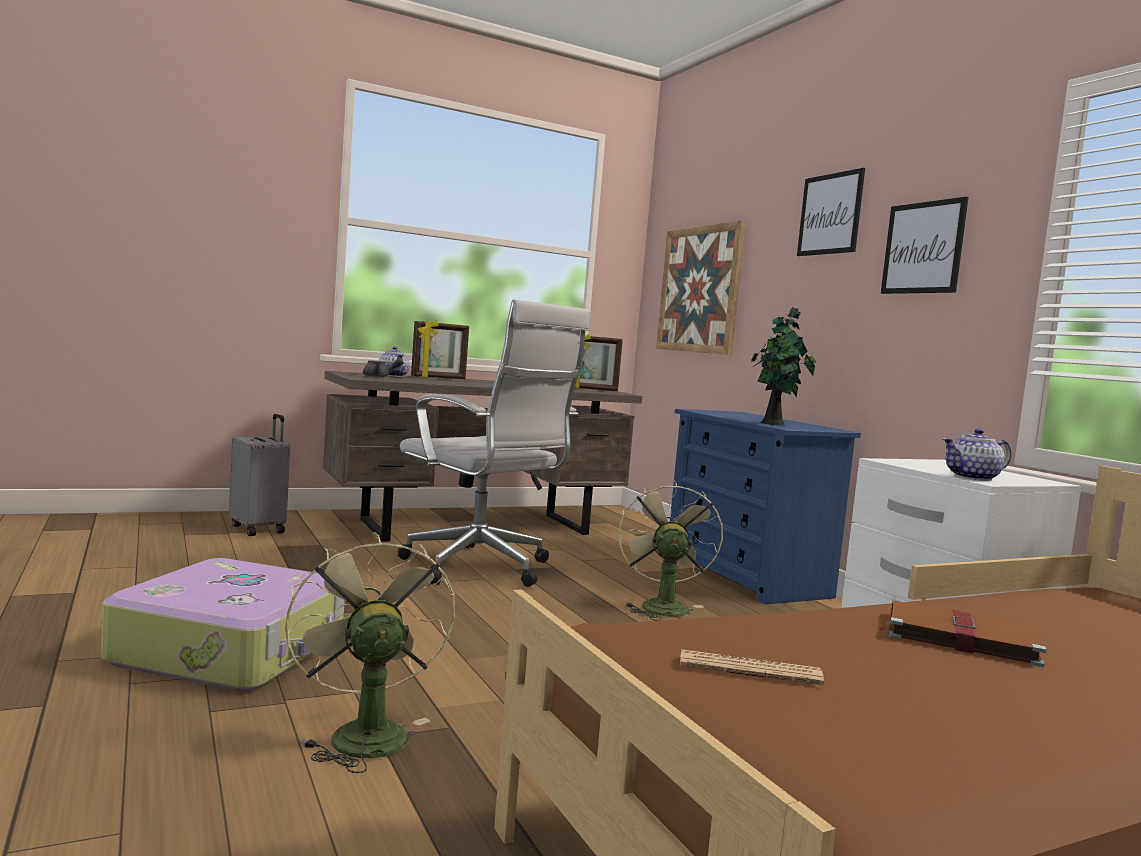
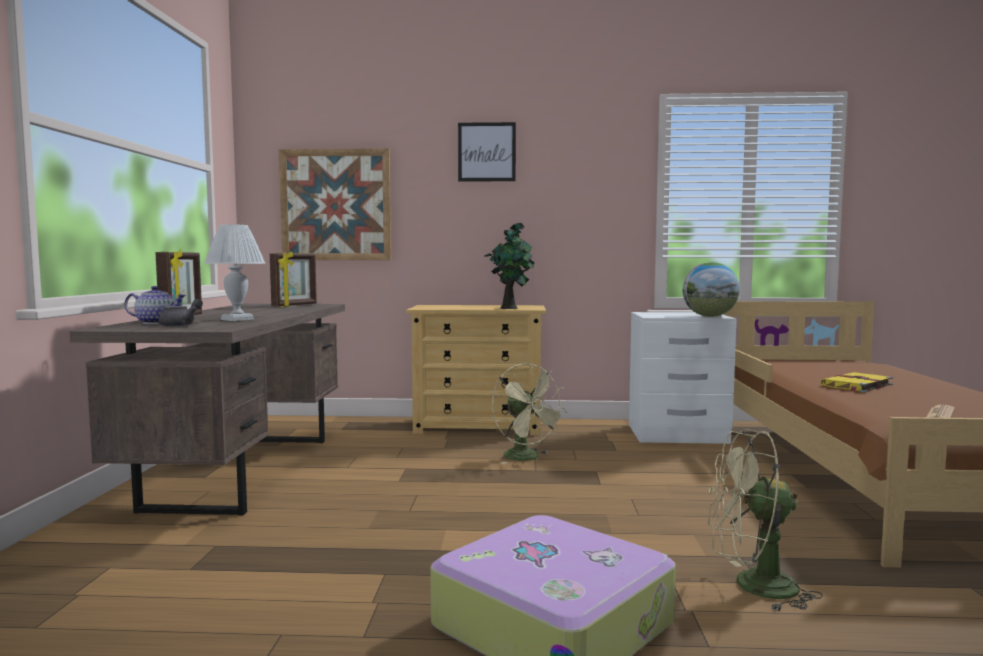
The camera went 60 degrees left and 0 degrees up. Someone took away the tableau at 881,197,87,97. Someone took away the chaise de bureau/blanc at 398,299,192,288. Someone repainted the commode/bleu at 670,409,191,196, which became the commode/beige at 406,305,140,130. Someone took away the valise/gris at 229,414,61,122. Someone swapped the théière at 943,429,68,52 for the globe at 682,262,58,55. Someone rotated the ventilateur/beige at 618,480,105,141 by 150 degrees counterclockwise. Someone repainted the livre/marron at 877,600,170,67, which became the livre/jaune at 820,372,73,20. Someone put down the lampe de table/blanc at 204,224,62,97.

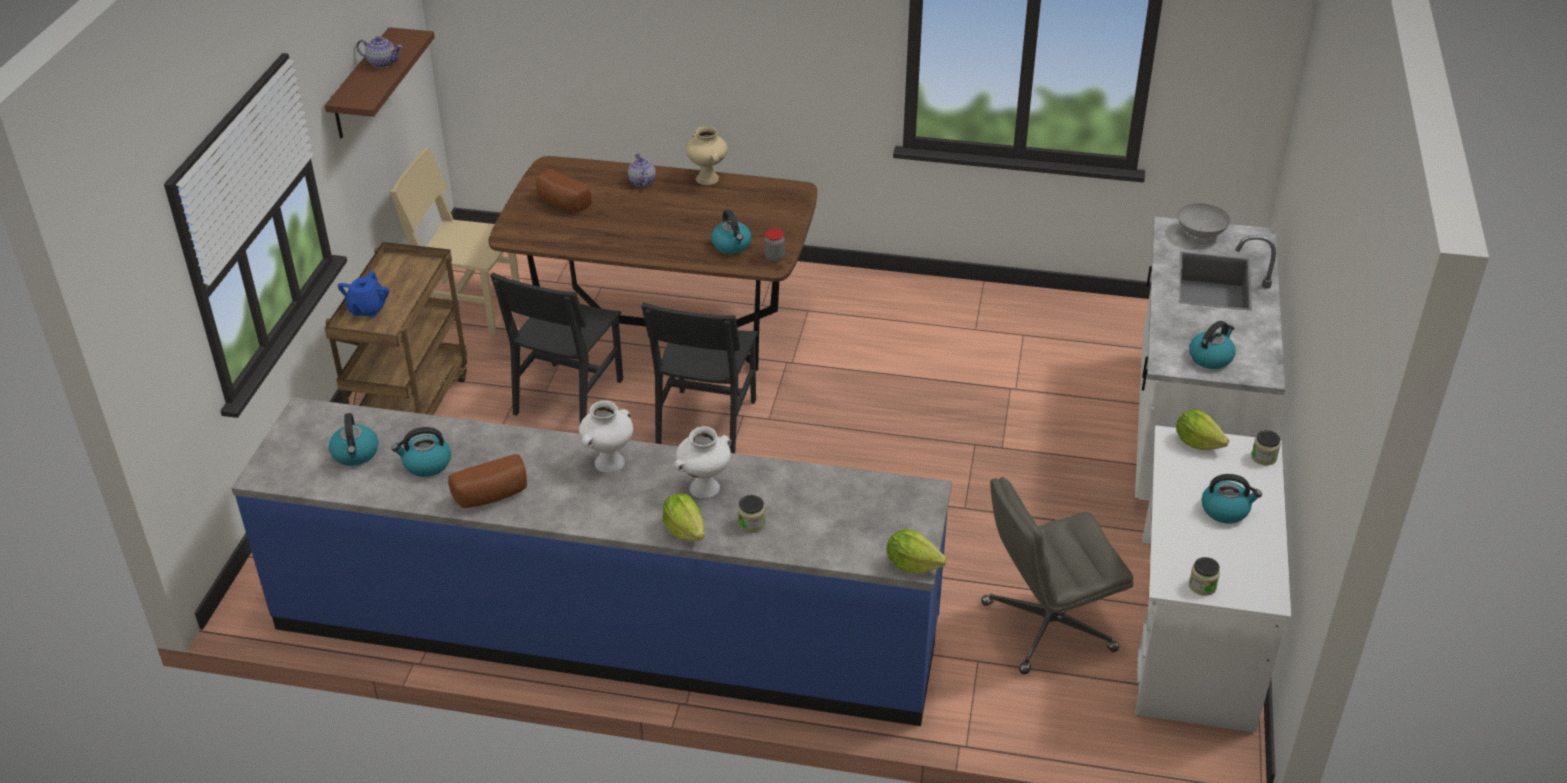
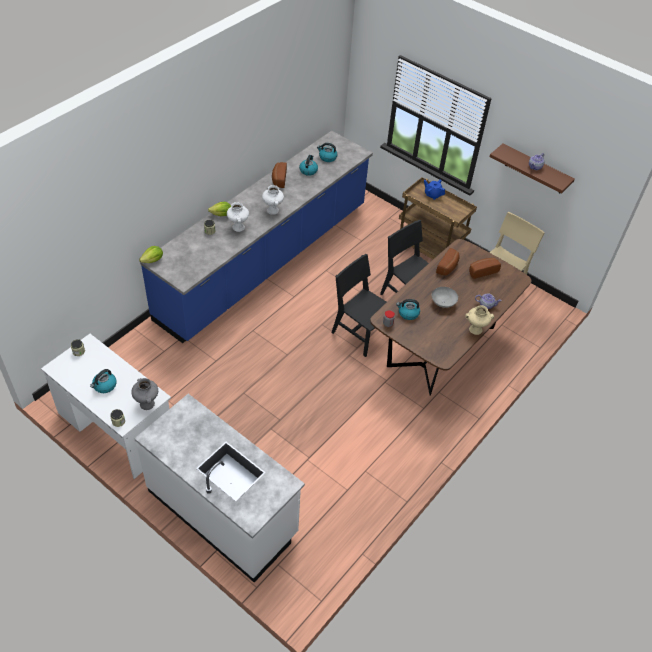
The camera went 115 degrees right and 10 degrees up. Someone carried the bol/gris from 1177,203,53,35 to 432,287,26,21. Someone took away the bouilloire at 1189,321,47,48. Someone swapped the laitue at 1176,409,53,41 for the vase/gris at 131,378,27,32. Someone took away the chaise de bureau/gris at 981,477,152,197. Someone put down the pain at 436,248,24,28.

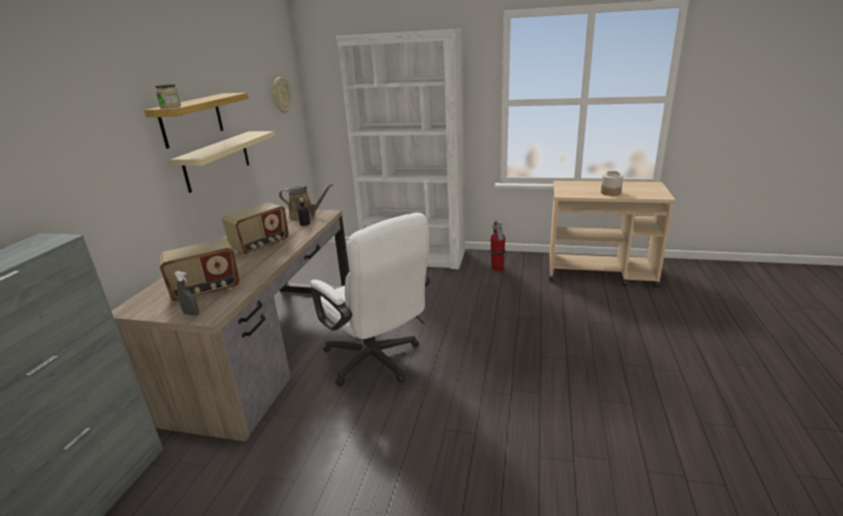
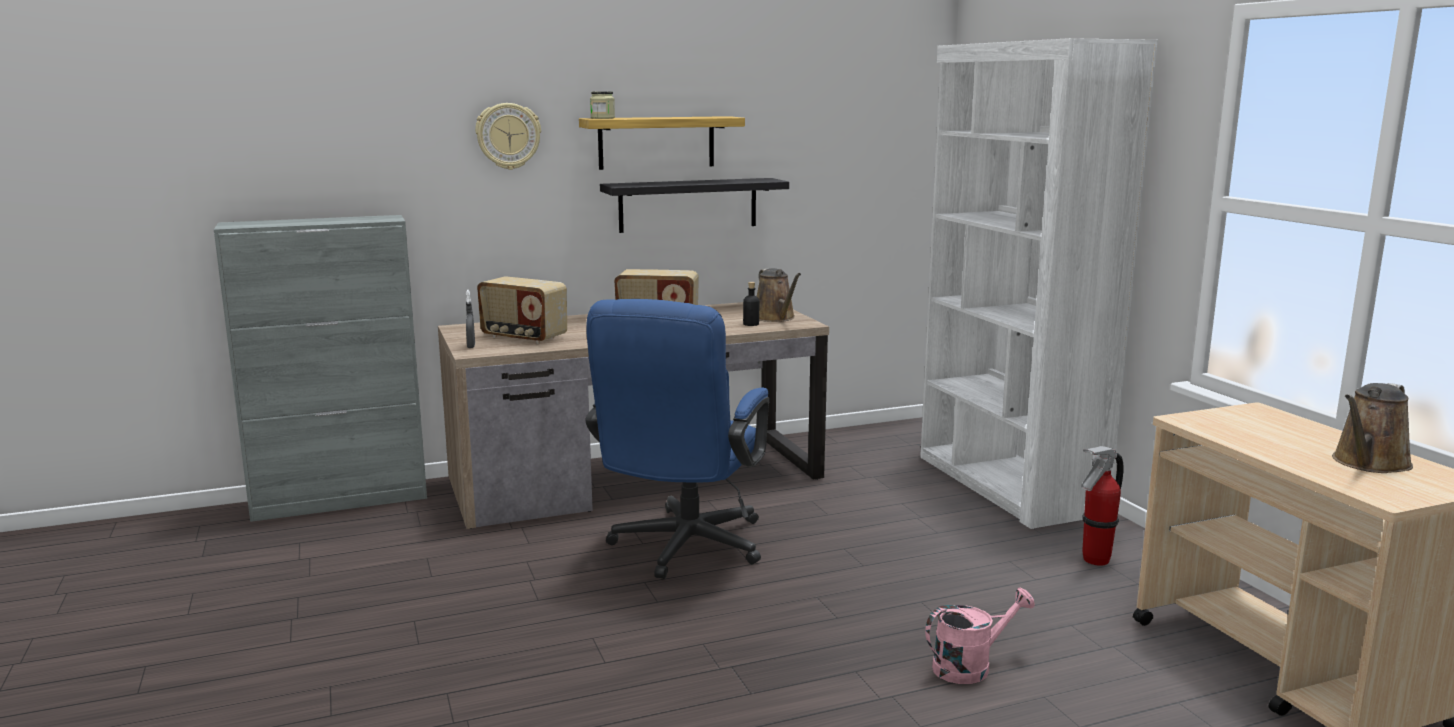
The camera went 55 degrees right and 10 degrees down. Someone carried the horloge murale from 272,77,20,36 to 475,103,66,67. Someone repainted the étagère/beige at 170,131,105,62, which became the étagère/noir at 600,178,189,55. Someone took away the bocal at 601,171,22,25. Someone repainted the chaise de bureau/blanc at 310,212,121,174, which became the chaise de bureau/bleu at 586,299,183,280. Someone put down the arrosoir/marron at 1332,383,81,90. Someone put down the arrosoir/rose at 925,588,110,96.

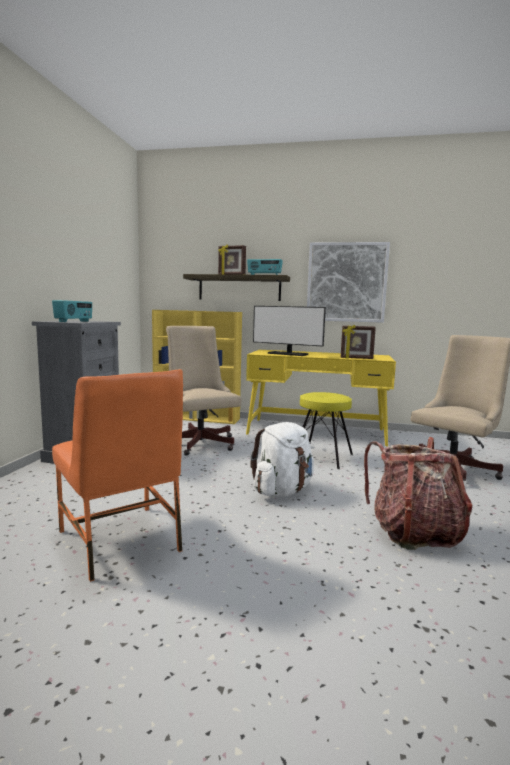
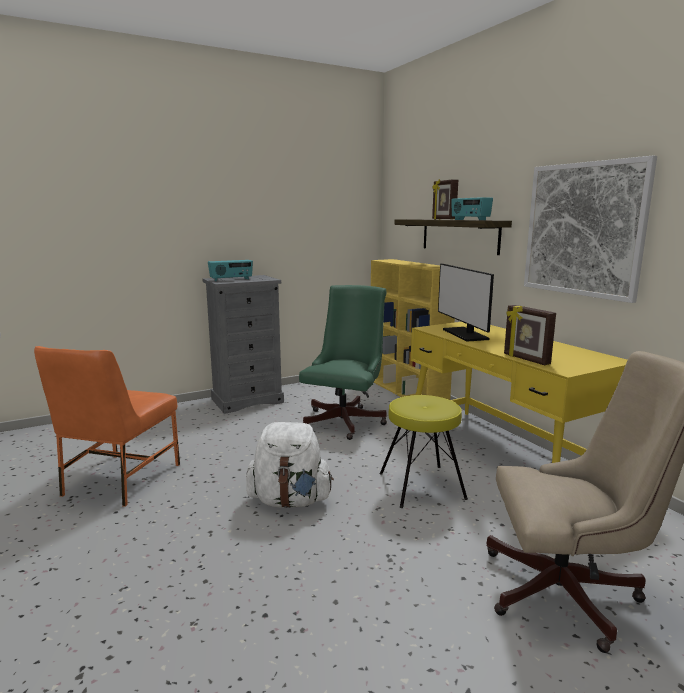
The camera went 50 degrees right and 5 degrees up. Someone repainted the chaise de bureau/beige at 166,326,76,130, which became the chaise de bureau/vert at 299,285,88,155. Someone took away the sac à dos at 364,437,108,113.

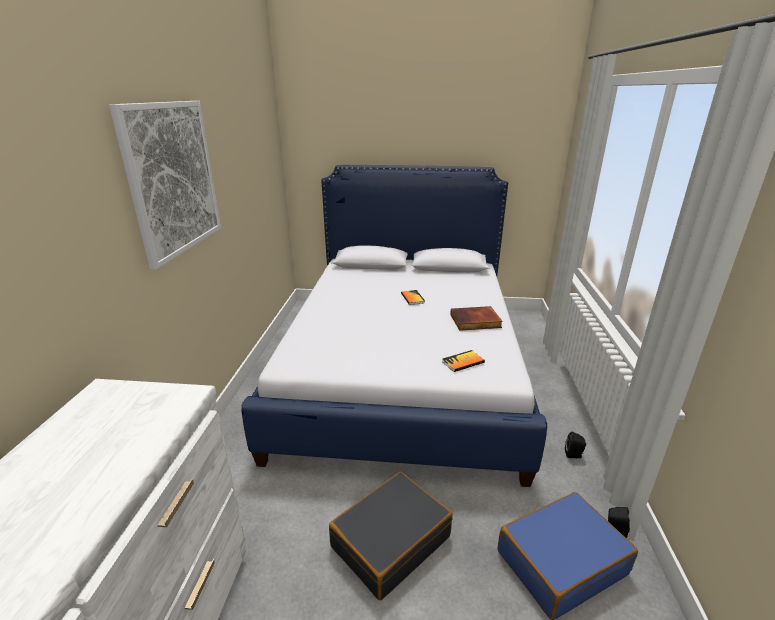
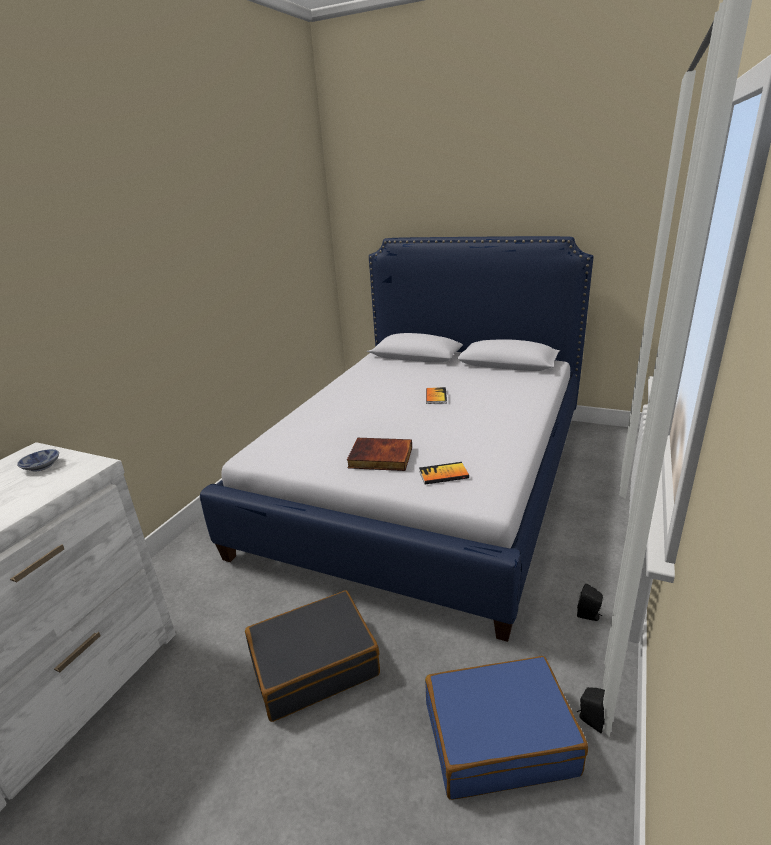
The camera went 20 degrees right and 0 degrees up. Someone took away the tableau at 109,101,112,169. Someone carried the livre from 450,306,53,25 to 347,438,65,33. Someone put down the bol at 17,449,42,22.

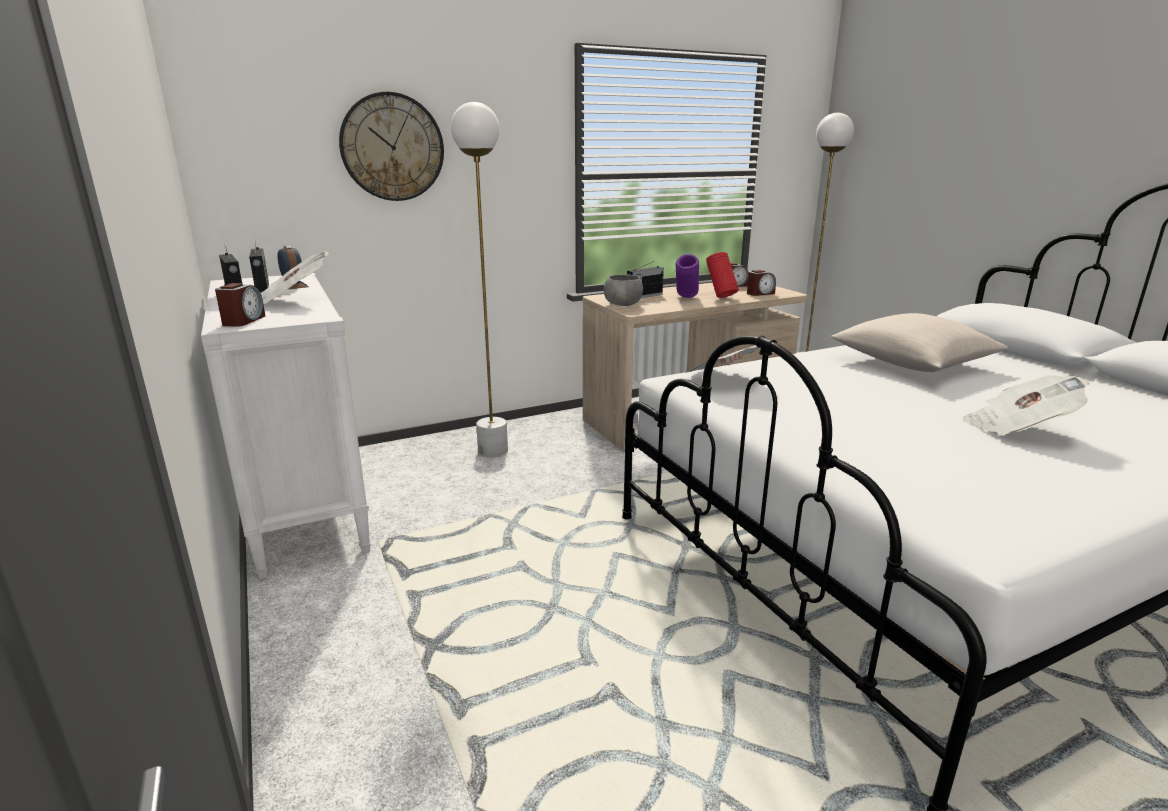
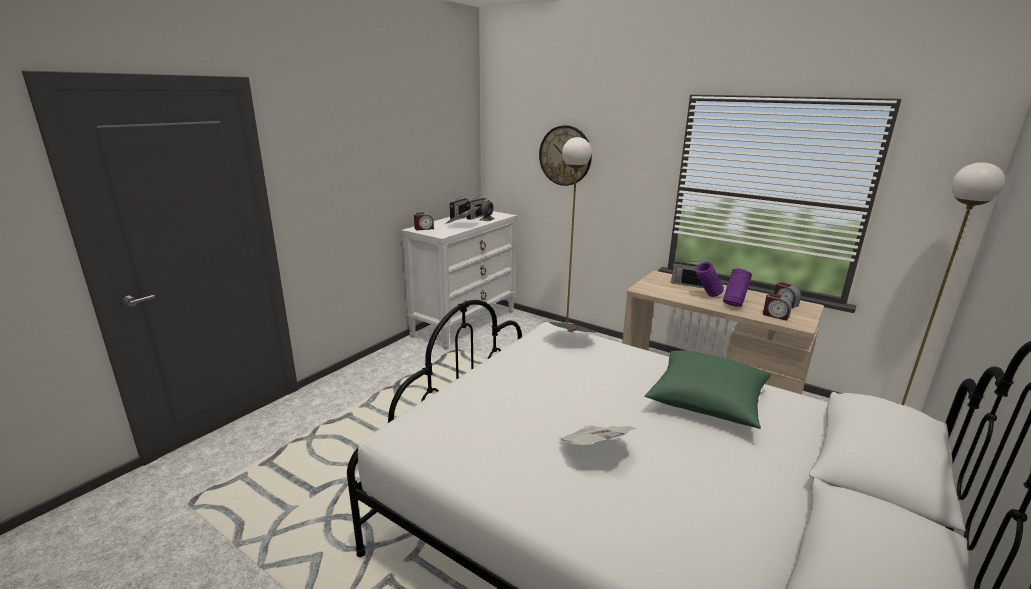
The camera went 60 degrees right and 0 degrees up. Someone repainted the vase/rouge at 706,252,33,46, which became the vase/violet at 723,268,29,39. Someone took away the bol/gris at 604,274,39,32. Someone repainted the coussin/beige at 831,313,178,59, which became the coussin/vert at 645,351,126,78.

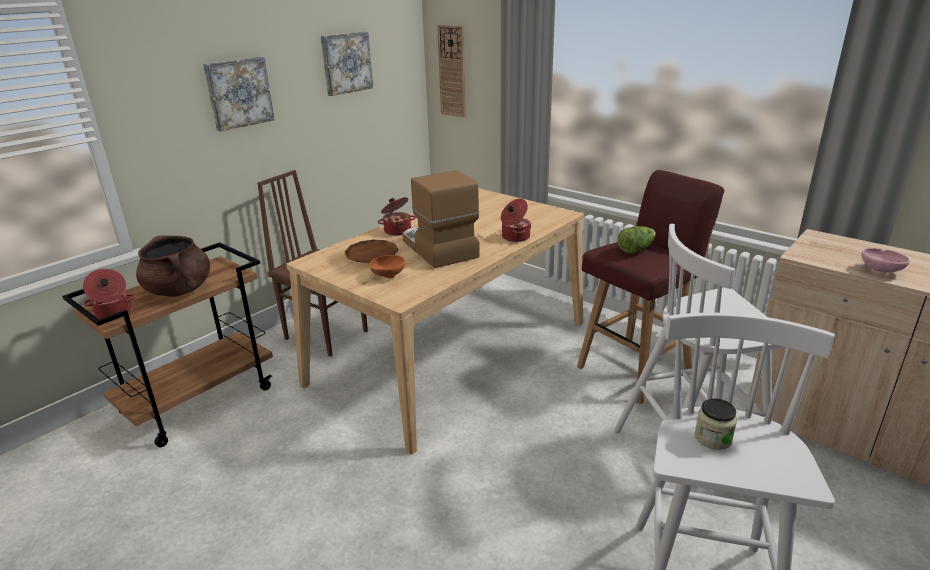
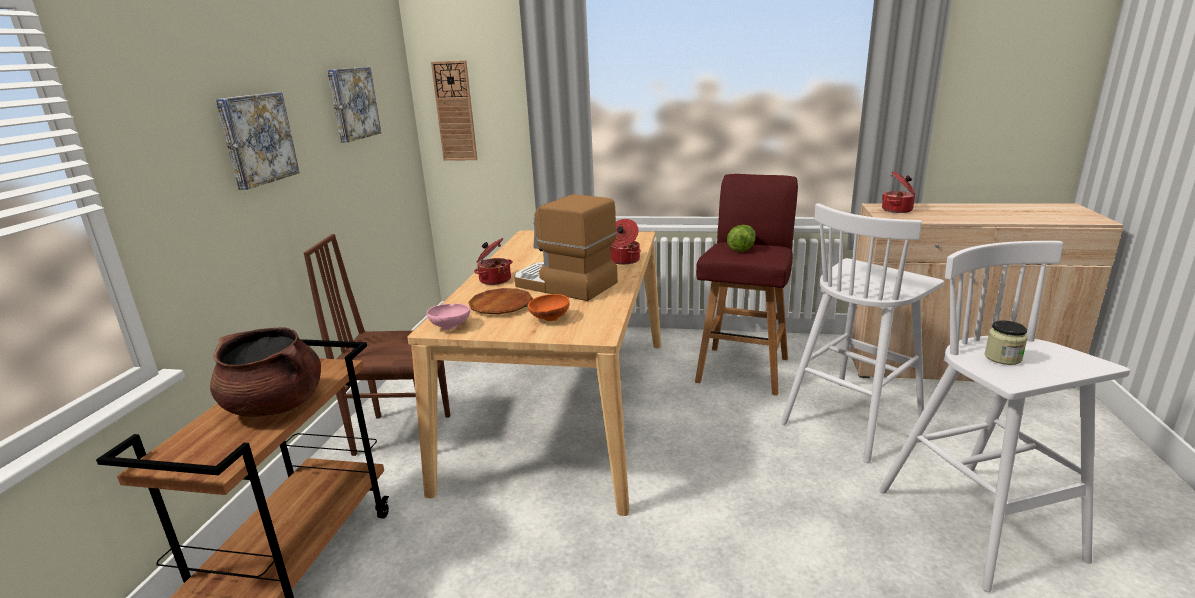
The camera went 30 degrees left and 5 degrees down. Someone carried the bol/rose from 861,248,49,26 to 427,303,43,27. Someone carried the marmite from 83,269,53,50 to 882,171,33,42.

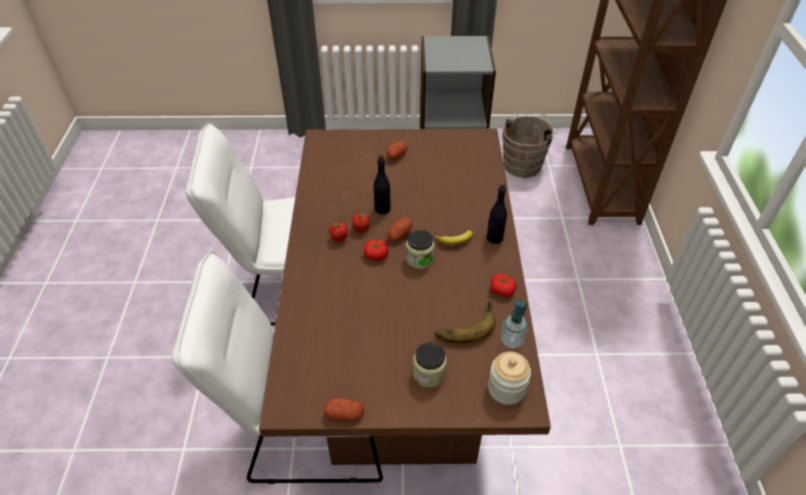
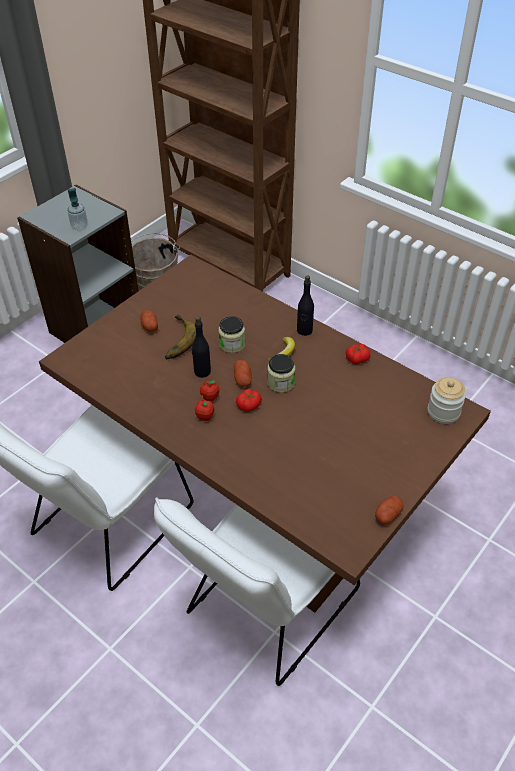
The camera went 50 degrees left and 0 degrees up. Someone carried the distributeur de savon from 501,299,27,50 to 68,188,20,42. Someone carried the banane from 435,301,61,42 to 165,315,31,44. Someone carried the bocal from 413,342,34,45 to 218,316,27,37.

